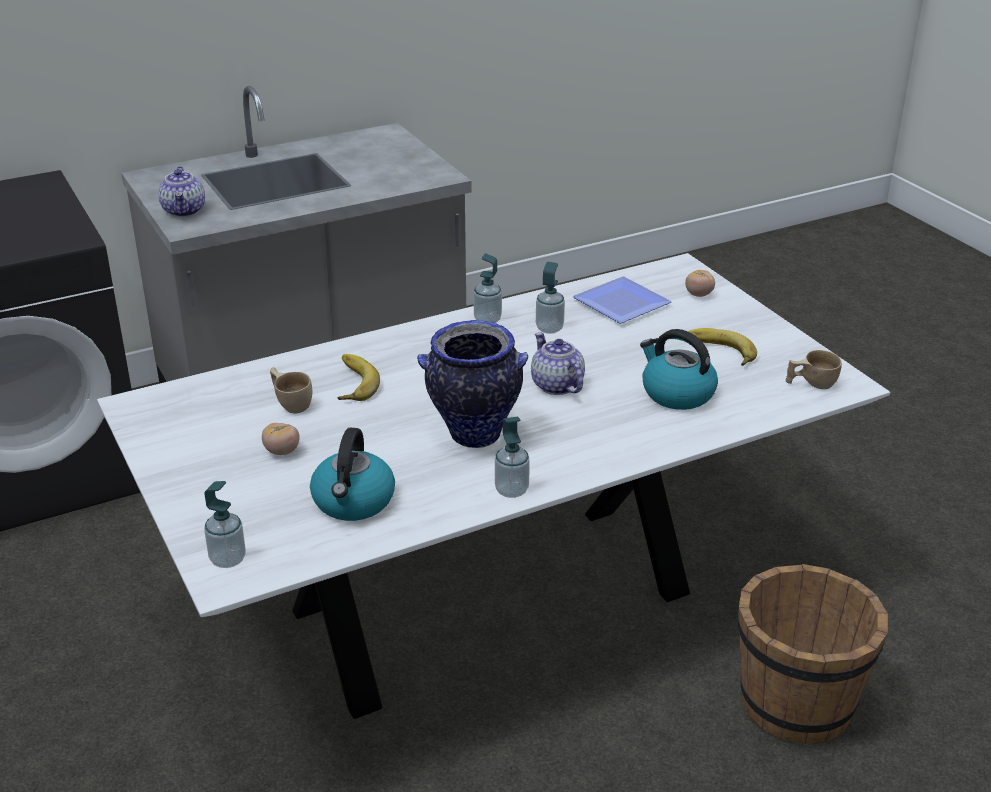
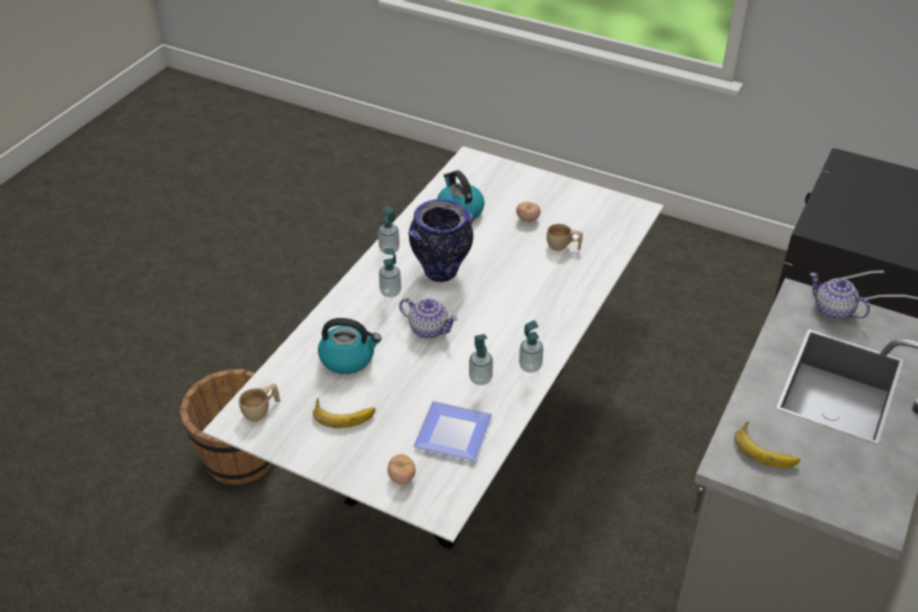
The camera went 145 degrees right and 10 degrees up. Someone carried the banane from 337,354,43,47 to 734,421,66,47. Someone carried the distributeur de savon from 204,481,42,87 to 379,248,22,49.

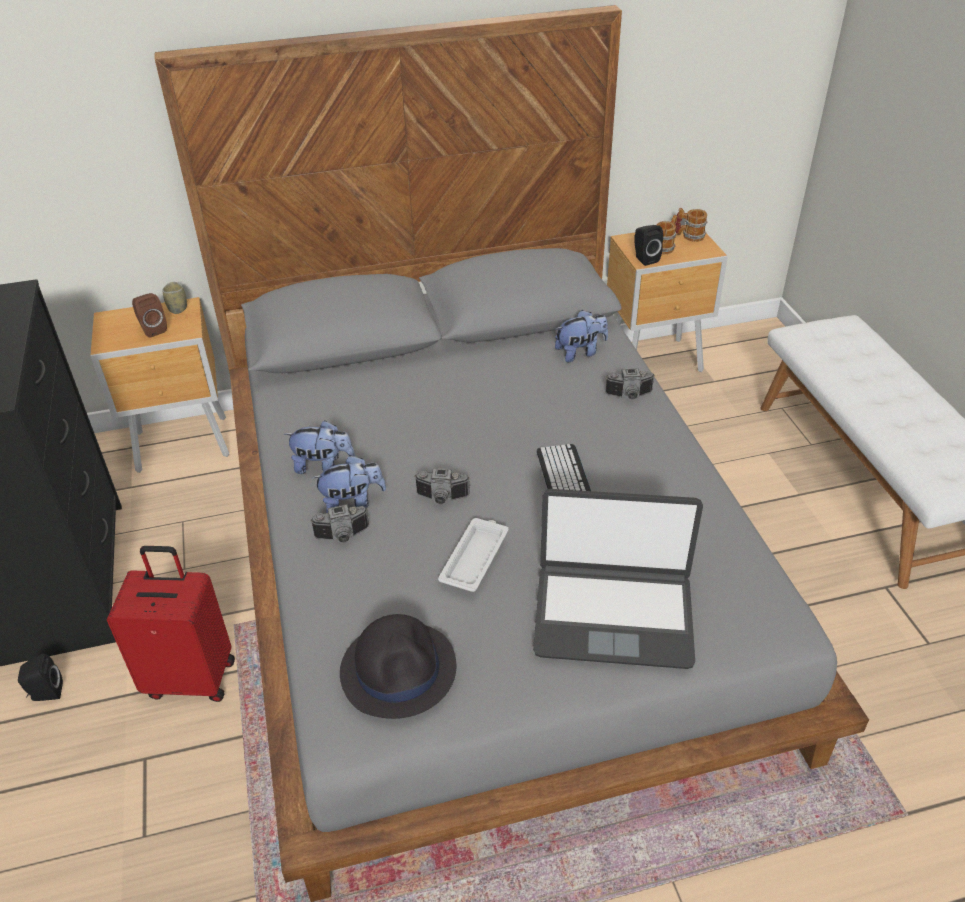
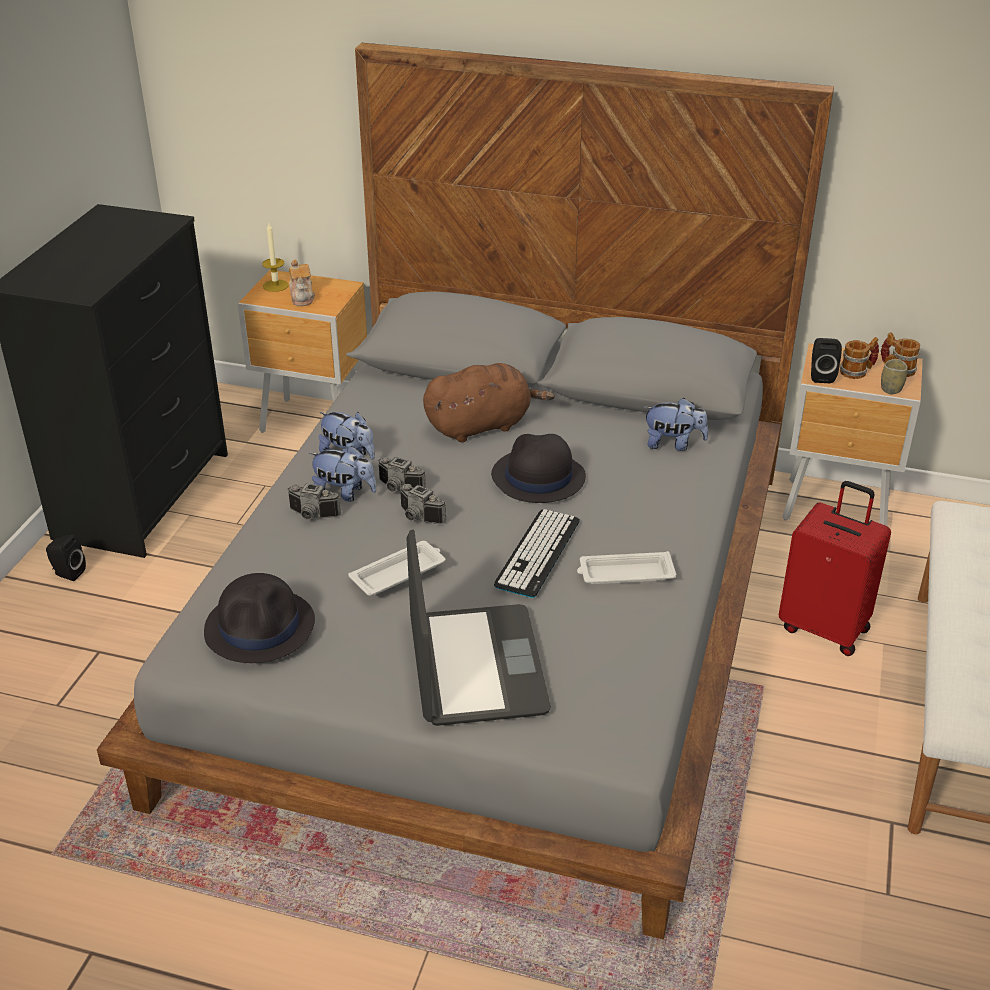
The camera went 30 degrees right and 5 degrees down. Someone carried the tasse from 163,282,24,32 to 881,359,26,36. Someone swapped the enceinte/marron at 132,293,35,45 for the théière at 289,260,26,46. Someone carried the appareil photo from 606,368,49,32 to 378,457,48,35. Someone rotated the ordinateur portable at 533,489,170,180 by 135 degrees counterclockwise. Someone carried the valise/rouge from 107,546,128,156 to 779,481,112,175. Someone put down the bougie at 262,223,27,69. Someone put down the peluche/marron at 423,363,132,79. Someone put down the chapeau/noir at 491,434,95,69. Someone put down the plateau/blanc at 577,551,100,33.

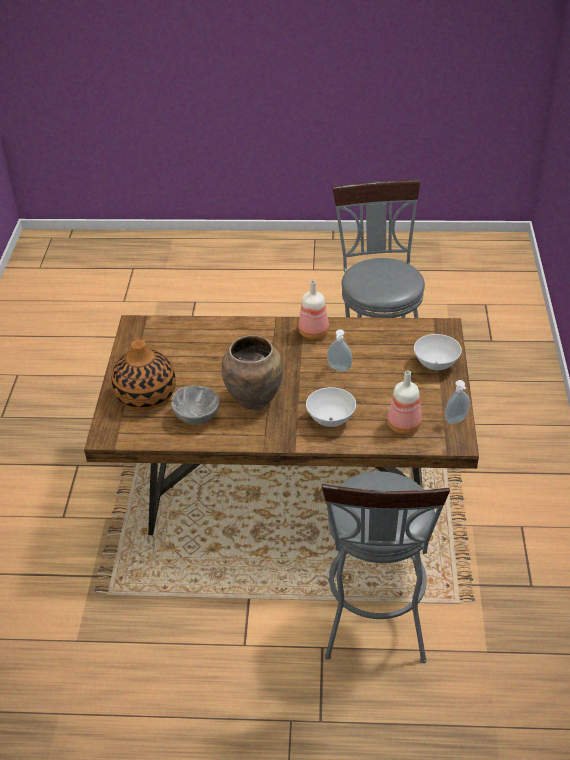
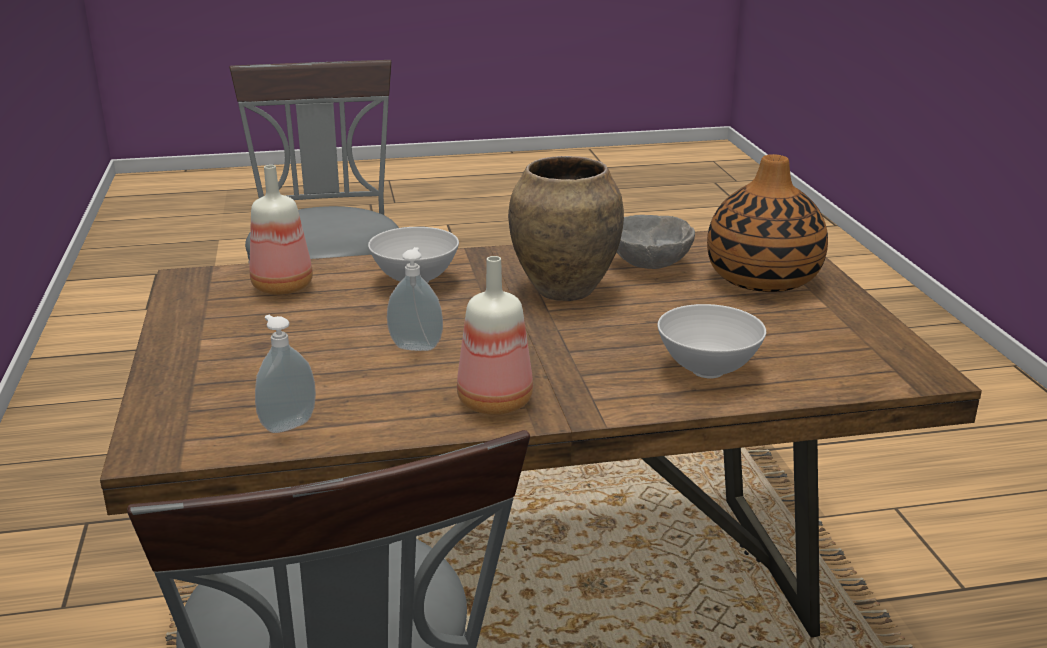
The camera went 165 degrees right and 15 degrees down. Someone carried the bol/blanc from 414,334,48,36 to 658,304,108,74. Someone carried the distributeur de savon from 445,380,25,44 to 255,315,61,118.

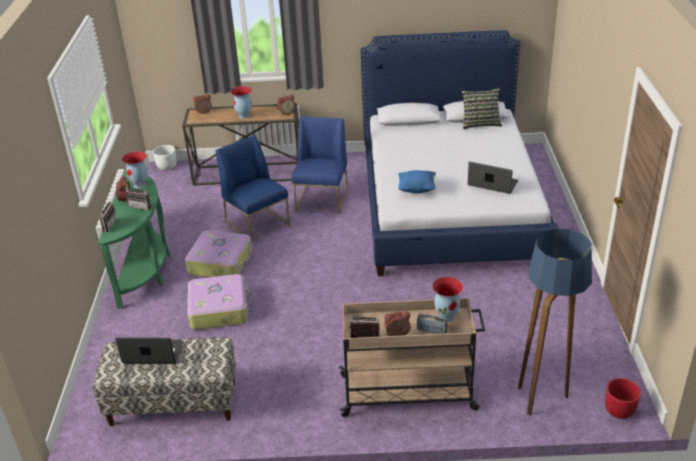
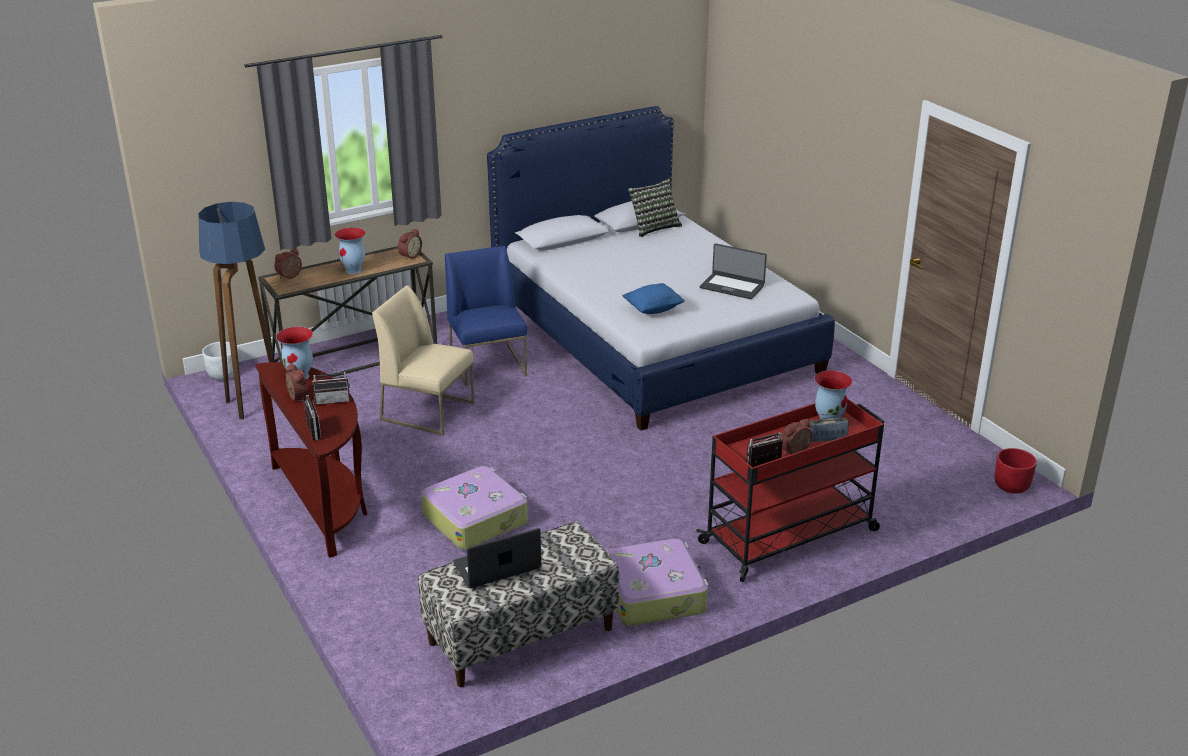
The camera went 30 degrees left and 5 degrees down. Someone repainted the chaise/bleu at 215,135,75,108, which became the chaise/beige at 372,285,103,150. Someone rotated the ordinateur portable at 468,162,50,32 by 150 degrees counterclockwise. Someone repainted the table console/vert at 98,170,73,139, which became the table console/marron at 255,362,112,196. Someone carried the lampadaire from 518,228,74,187 to 199,202,74,218. Someone carried the valise from 185,230,67,47 to 606,539,102,87. Someone repainted the chariot/beige at 339,298,146,119, which became the chariot/rouge at 696,399,188,183.

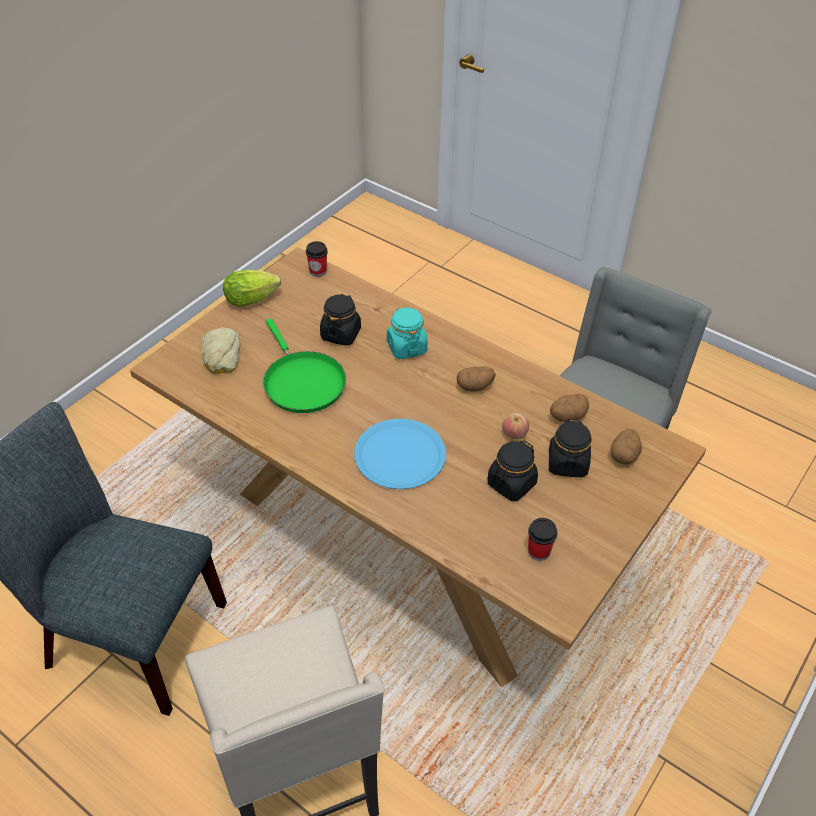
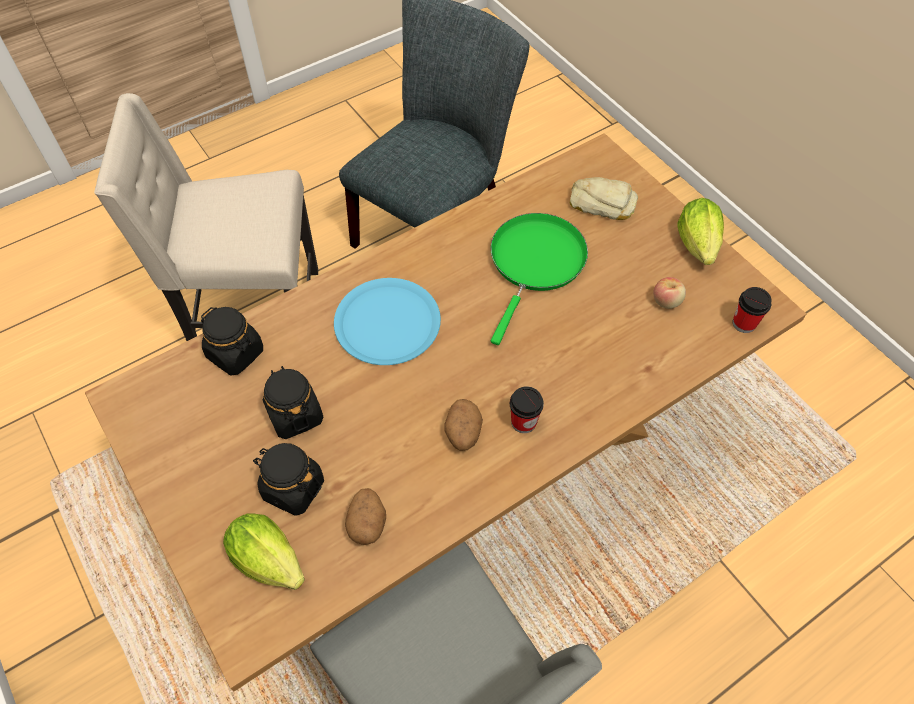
The camera went 110 degrees right and 10 degrees up. Someone carried the bocal/noir from 320,294,41,52 to 201,307,62,68. Someone took away the bocal/turquoise at 387,307,41,52. Someone rotated the poêle/vert at 263,319,83,94 by 120 degrees clockwise. Someone carried the pomme from 502,413,27,27 to 653,277,33,32. Someone swapped the pomme de terre at 611,429,31,36 for the laitue at 223,513,82,77. Someone carried the tasse from 528,518,30,43 to 510,386,34,47.

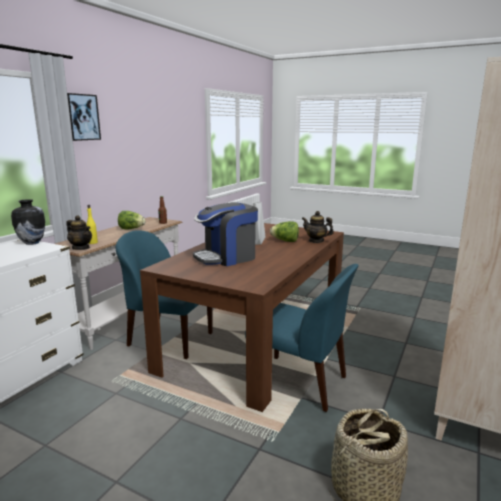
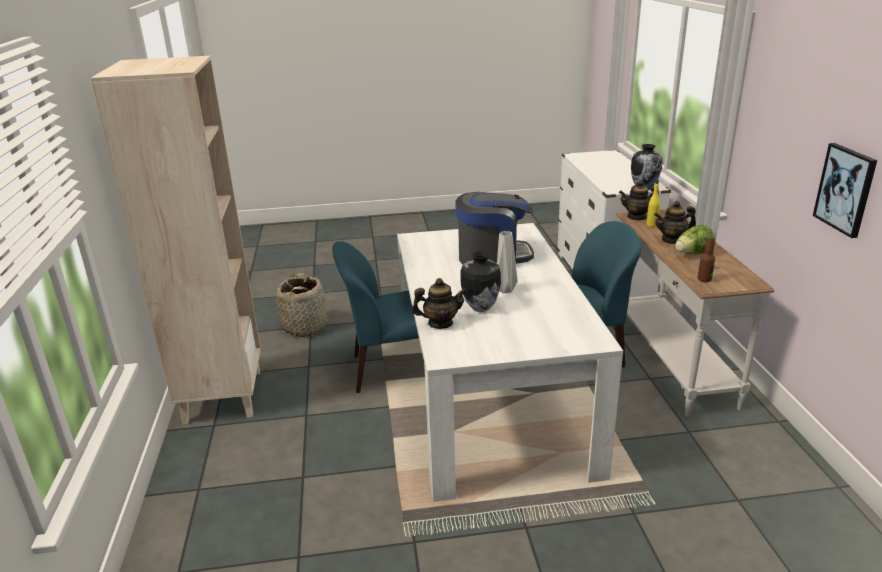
The camera went 145 degrees right and 10 degrees up. Someone carried the tableau from 67,93,34,48 to 813,143,64,95. Someone rotated the machine à café at 193,202,65,64 by 60 degrees clockwise. Someone swapped the laitue at 270,221,29,21 for the vase at 460,251,41,61. Someone repainted the table à manger/marron at 140,223,204,189, which became the table à manger/blanc at 397,223,226,279. Someone put down the théière at 654,201,42,43.

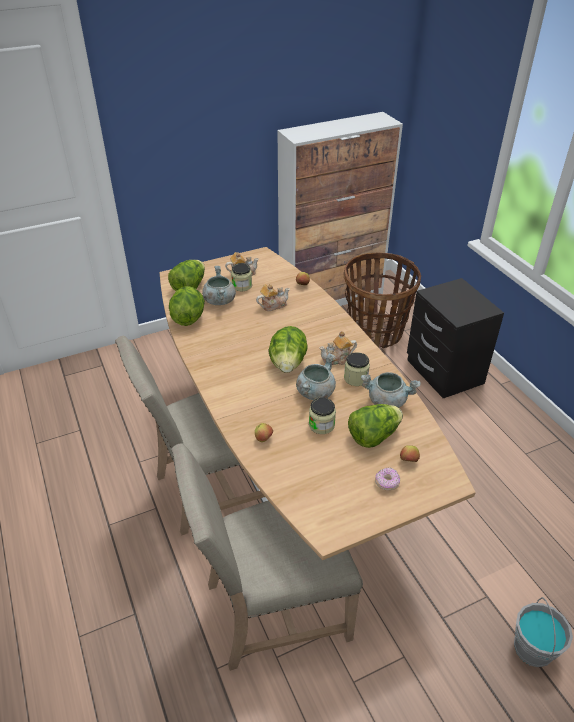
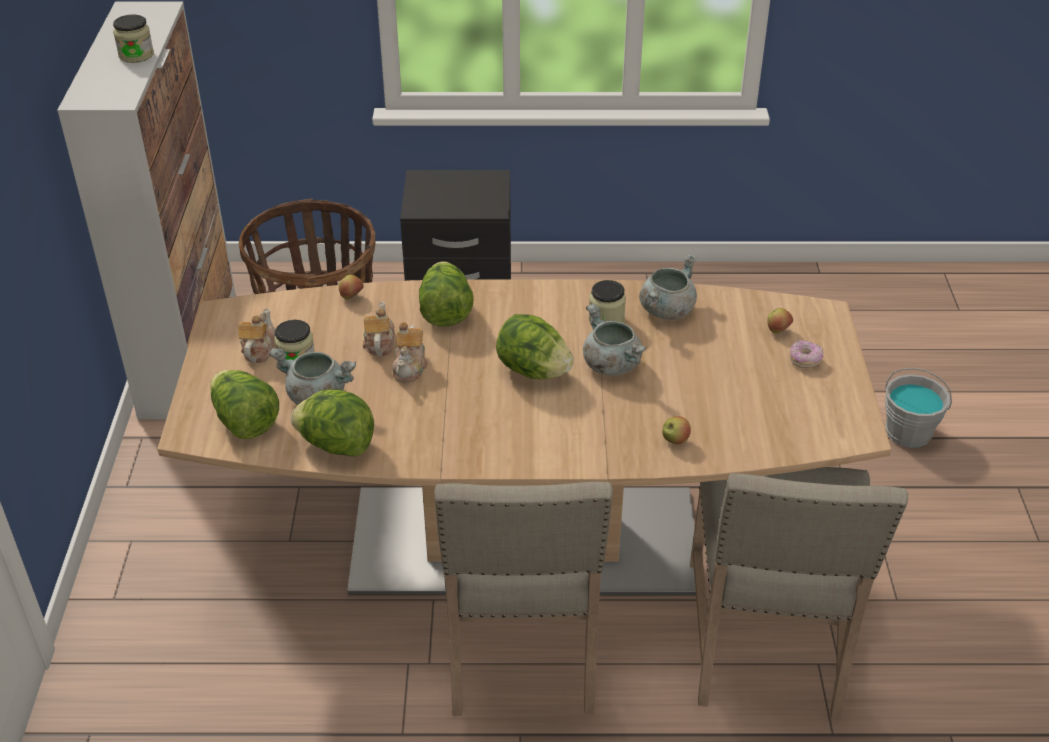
The camera went 65 degrees left and 0 degrees up. Someone carried the théière from 319,331,38,34 to 392,322,36,61. Someone carried the bocal from 309,398,27,36 to 113,14,41,49. Someone carried the laitue from 348,404,55,44 to 419,262,55,65.

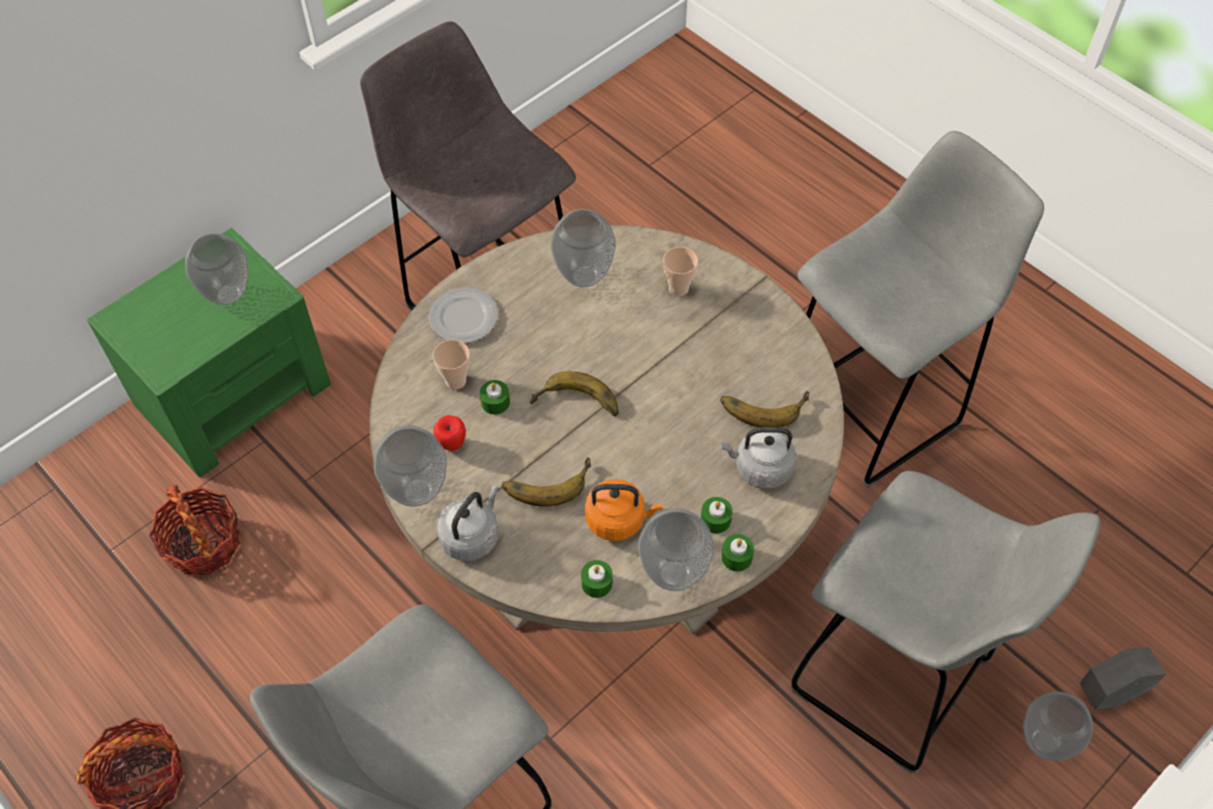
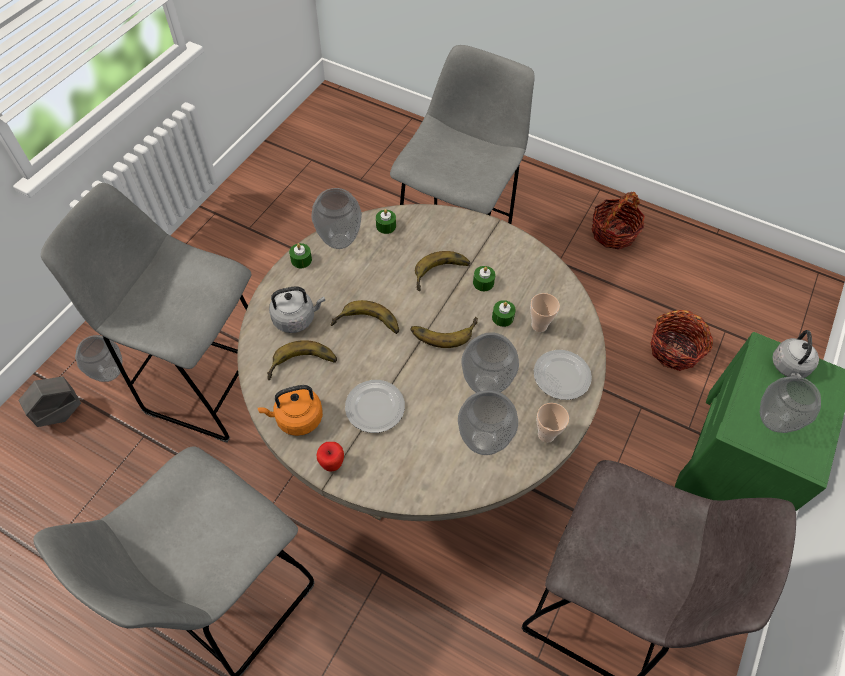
The camera went 160 degrees right and 0 degrees up. Someone carried the tasse from 663,247,35,49 to 537,403,32,40. Someone carried the pomme from 434,415,32,36 to 317,442,27,29. Someone carried the vase from 374,425,73,82 to 462,332,57,61. Someone carried the bouilloire/orange from 585,479,77,62 to 258,385,65,51. Someone carried the bouilloire/gris from 437,486,62,75 to 772,330,47,48. Someone carried the bougie/vert from 701,497,32,37 to 473,266,22,25. Someone put down the banane at 330,300,69,34. Someone put down the assiette at 345,380,60,53.

